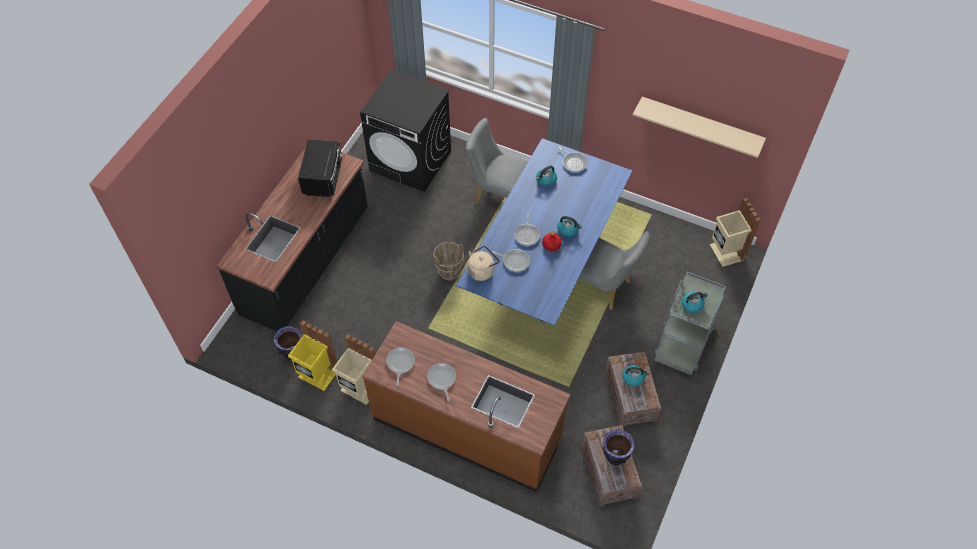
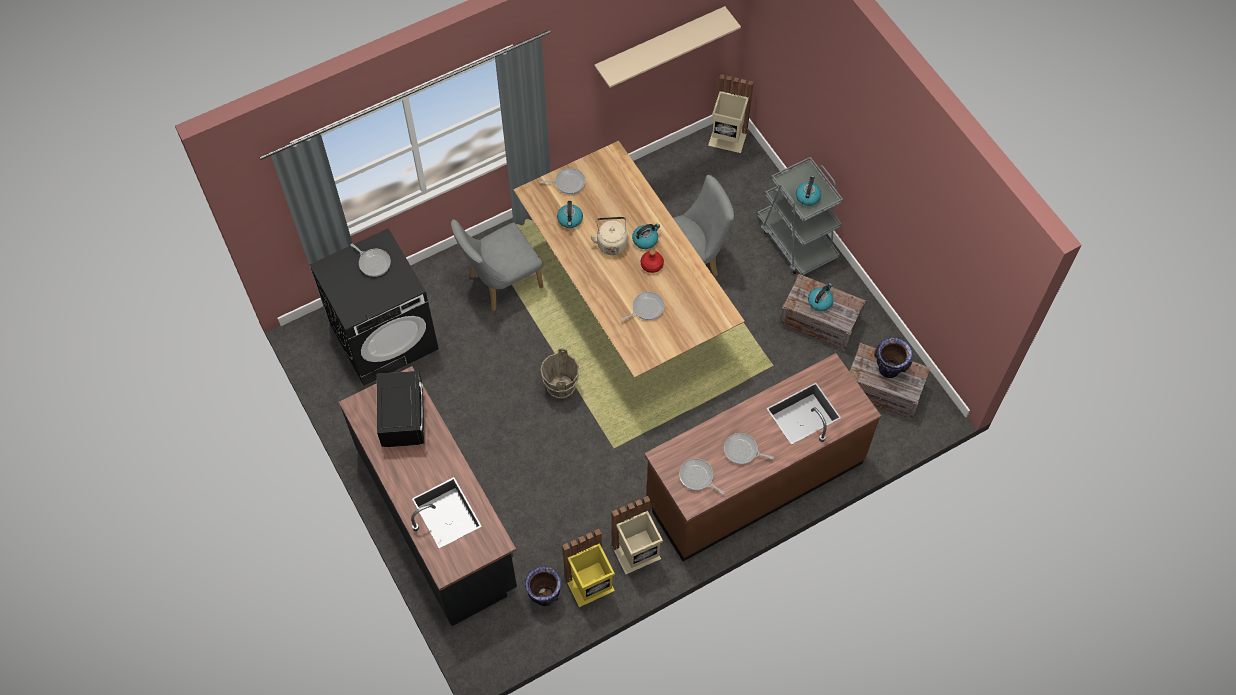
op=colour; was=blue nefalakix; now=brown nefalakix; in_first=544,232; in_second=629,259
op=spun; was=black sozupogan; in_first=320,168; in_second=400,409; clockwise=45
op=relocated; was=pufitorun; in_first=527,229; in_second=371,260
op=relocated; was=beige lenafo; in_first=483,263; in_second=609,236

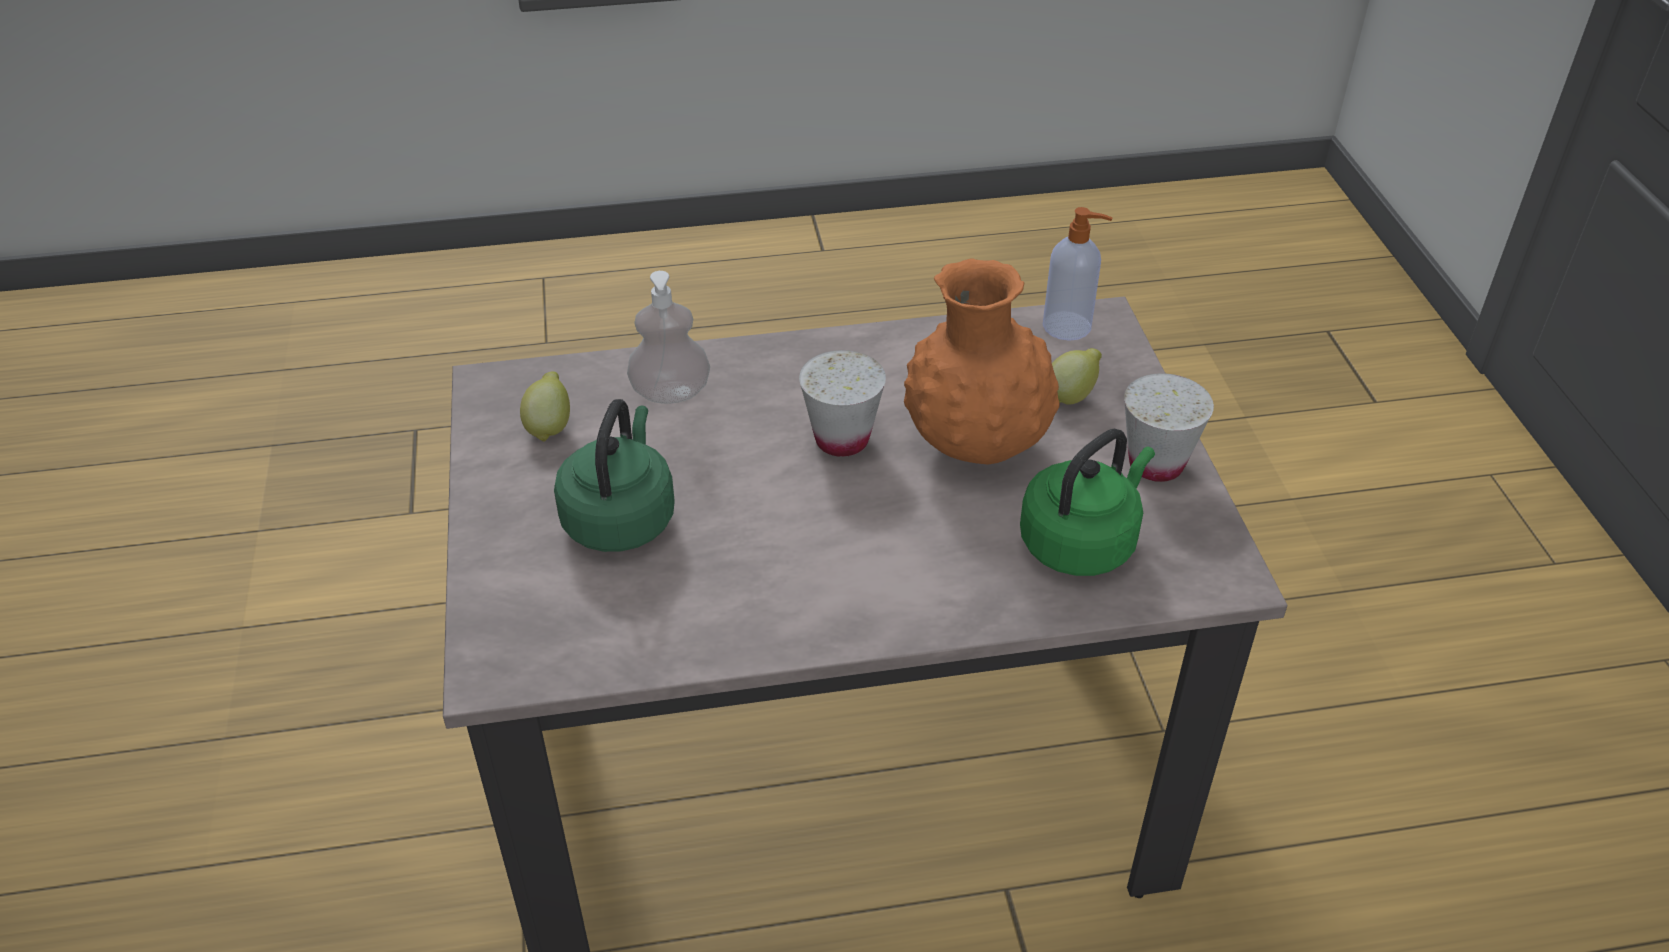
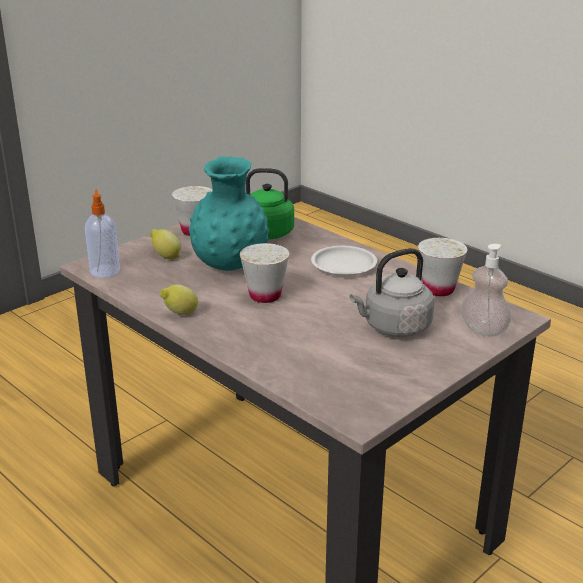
op=colour; was=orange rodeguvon; now=turquoise rodeguvon; in_first=982,361; in_second=229,213
op=relocated; was=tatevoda; in_first=668,337; in_second=486,290
op=relocated; was=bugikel; in_first=545,407; in_second=179,299
op=colour; was=green lenafo; now=grey lenafo; in_first=614,475; in_second=392,292
op=appeared; now=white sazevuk; in_second=442,267
op=appeared; now=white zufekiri; in_second=344,261

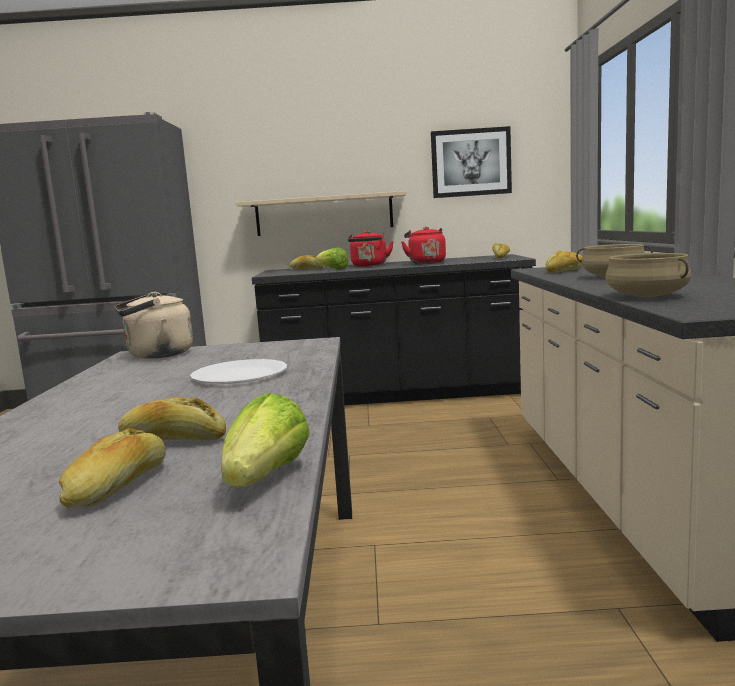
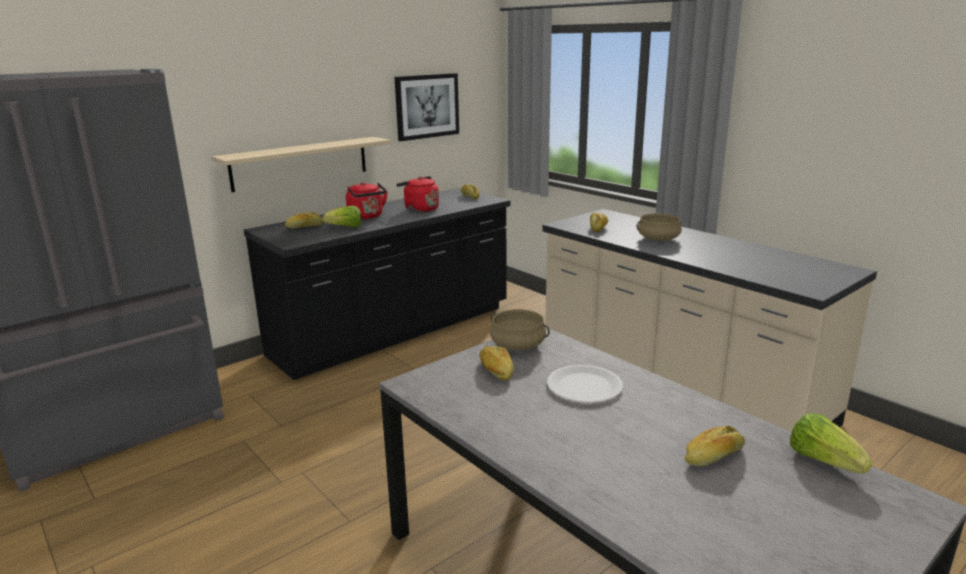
op=relocated; was=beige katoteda; in_first=648,275; in_second=520,329
op=missing; was=beige lenafo; in_first=153,325
op=relocated; was=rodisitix; in_first=112,468; in_second=496,363

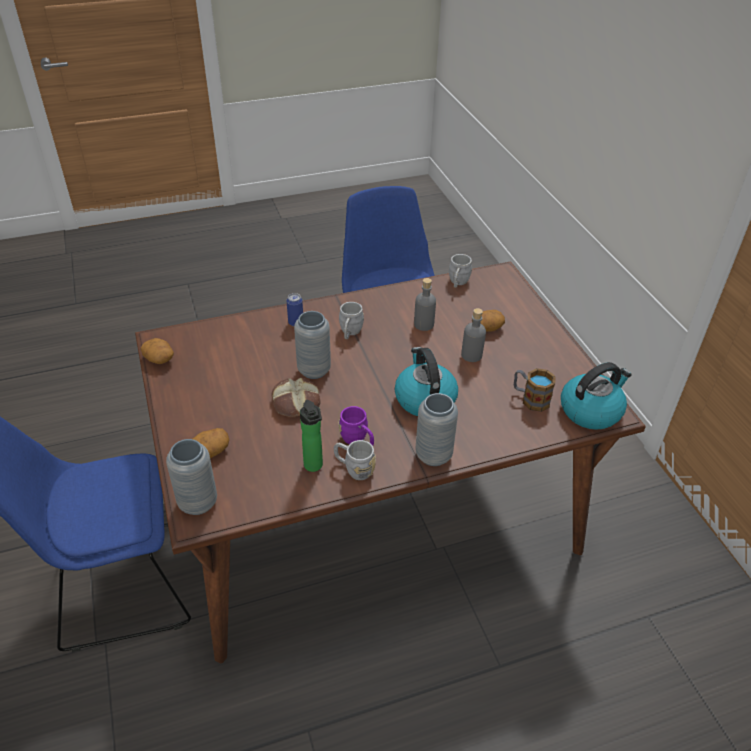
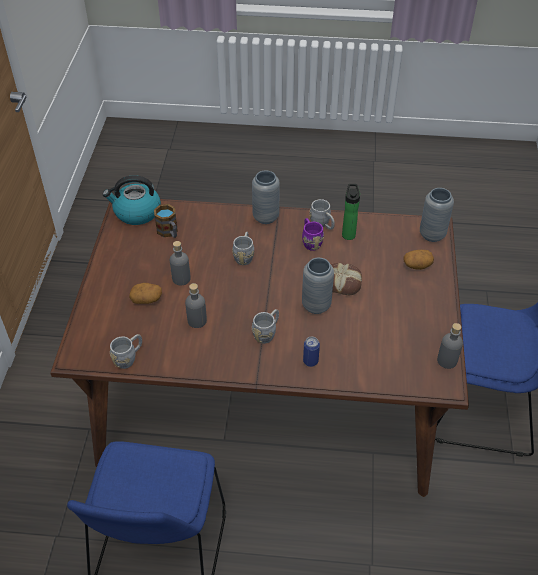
op=exchanged; was=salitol; now=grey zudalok; in_first=157,351; in_second=450,346
op=exchanged; was=lenafo; now=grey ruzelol; in_first=426,381; in_second=243,248

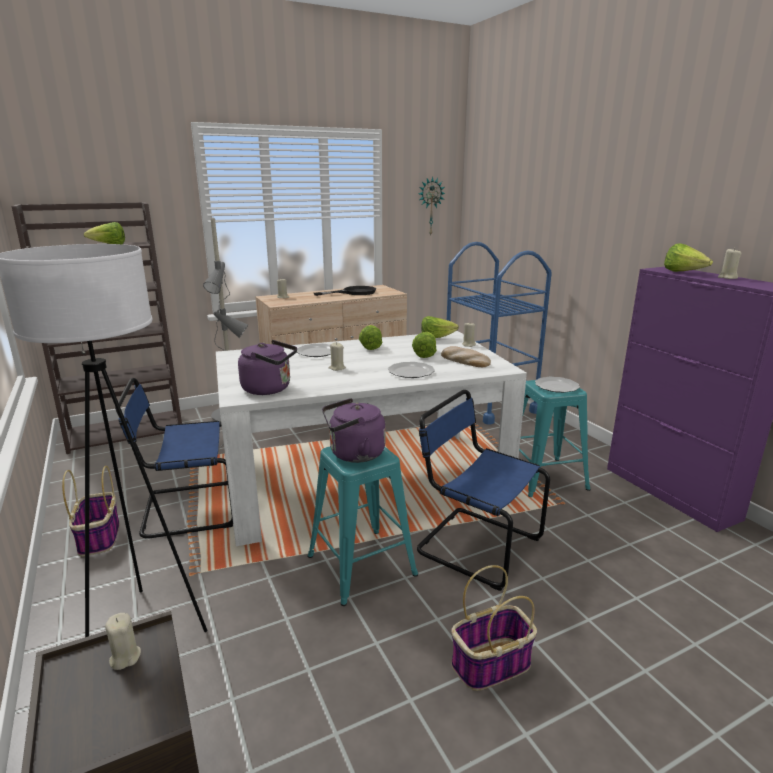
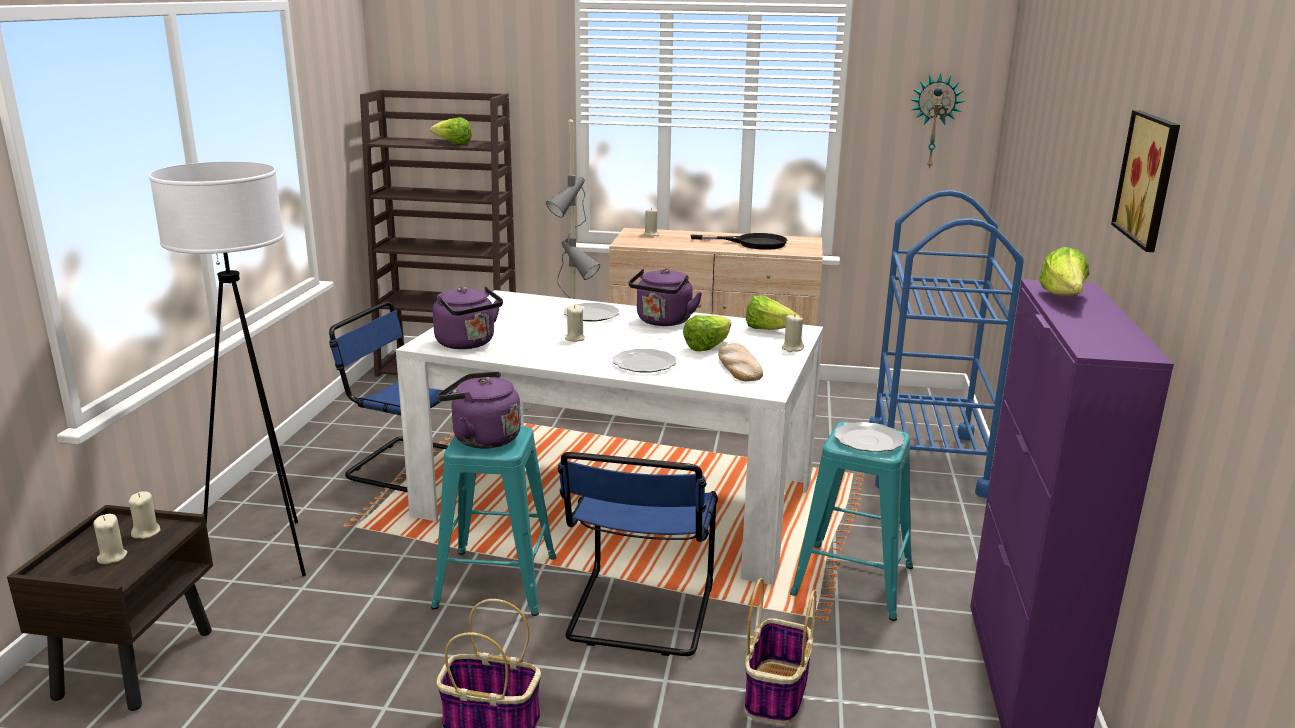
op=relocated; was=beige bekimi; in_first=730,263; in_second=110,539
op=exchanged; was=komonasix; now=purple lenafo; in_first=370,337; in_second=665,297
op=spun; was=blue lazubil; in_first=483,490; in_second=637,554; clockwise=-150
op=relocated; was=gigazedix; in_first=90,511; in_second=781,650
op=appeared; now=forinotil; in_second=1145,181

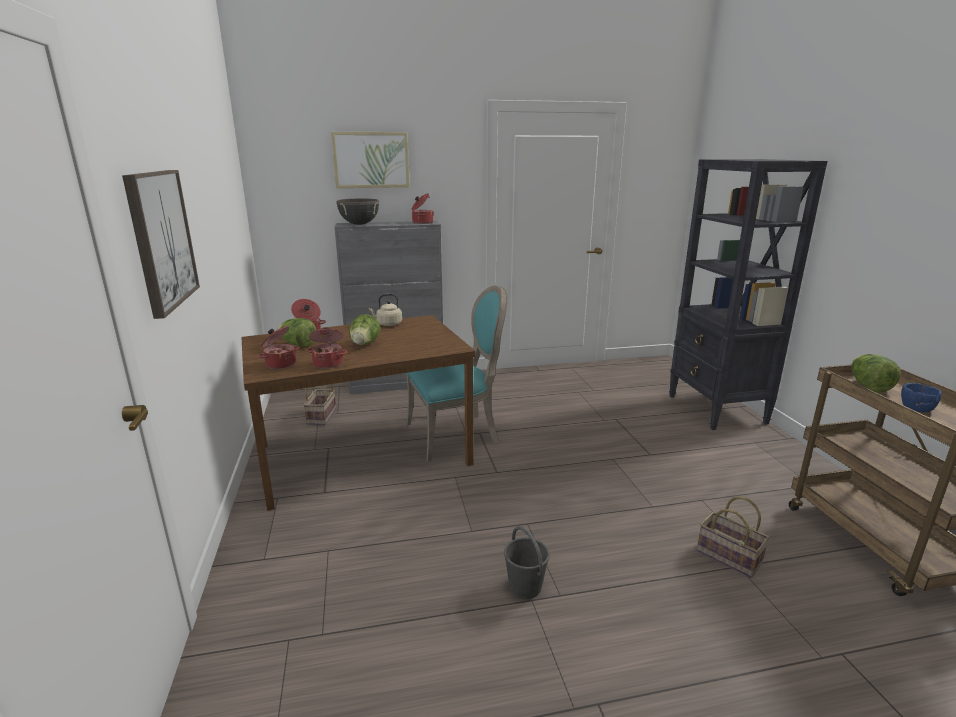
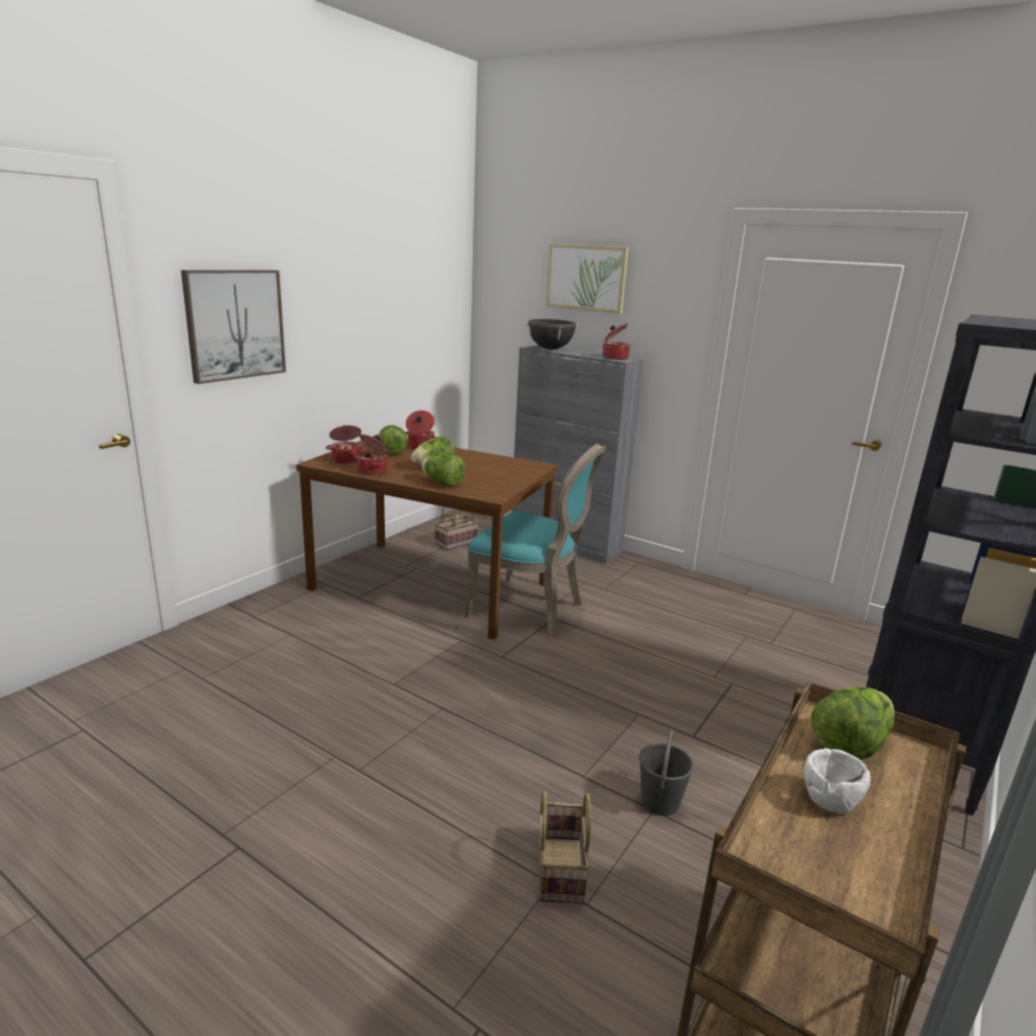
op=missing; was=beige lenafo; in_first=385,310
op=colour; was=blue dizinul; now=white dizinul; in_first=921,397; in_second=837,780
op=relocated; was=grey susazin; in_first=527,562; in_second=666,772
op=appeared; now=komonasix; in_second=443,470

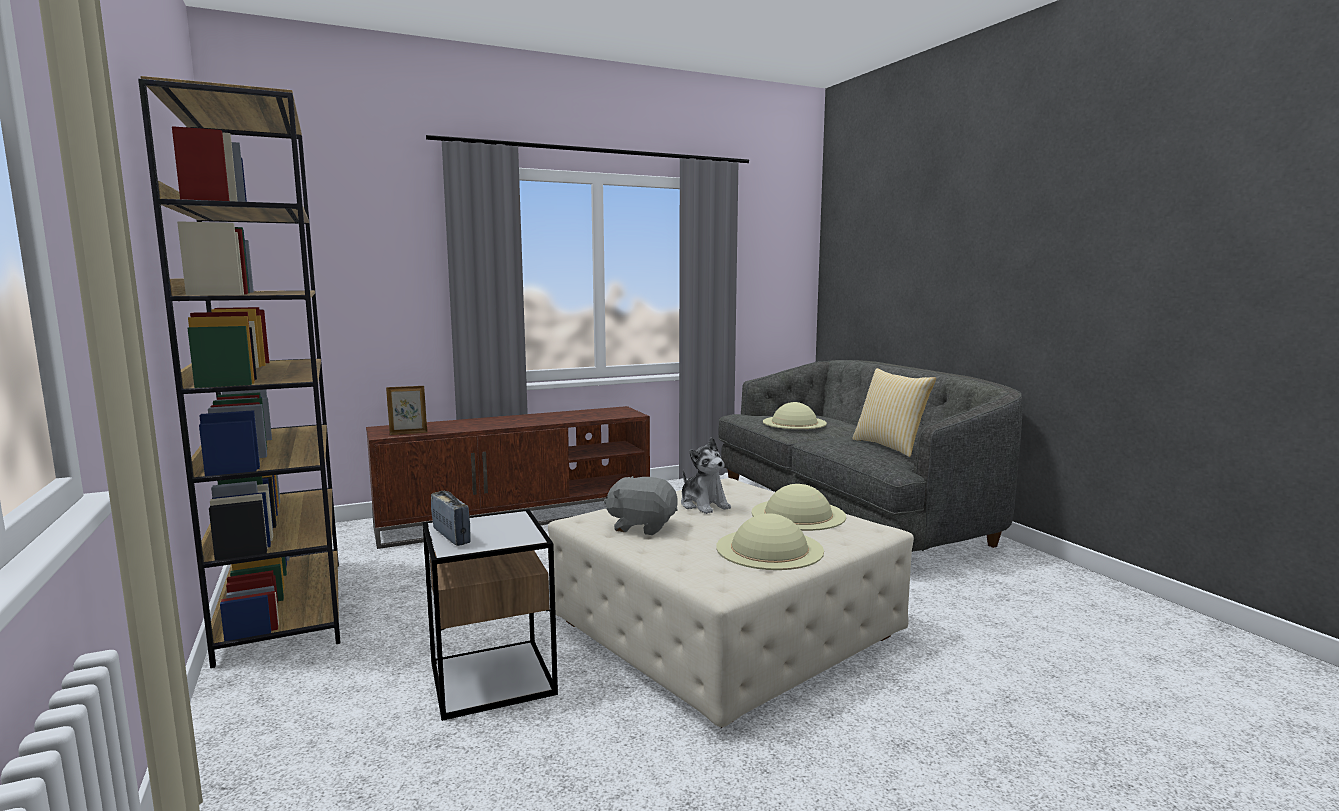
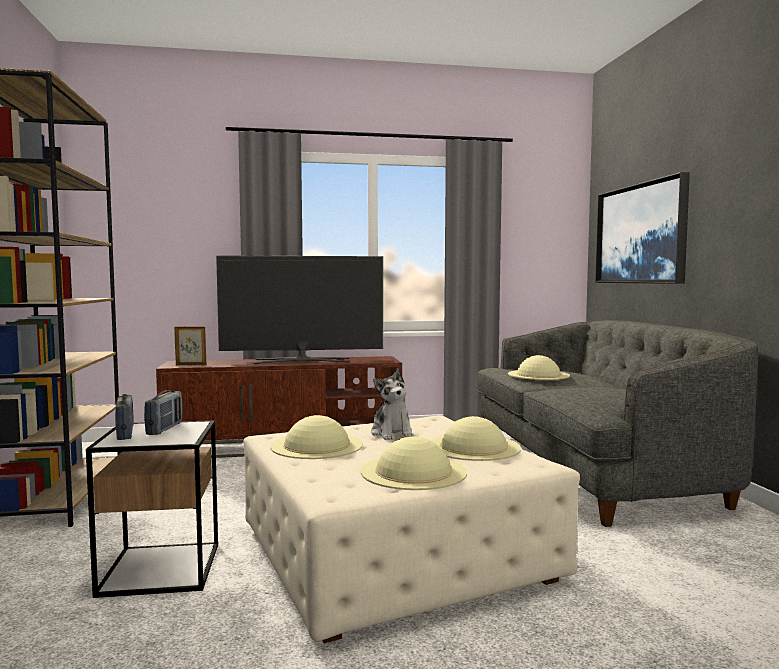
op=missing; was=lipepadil; in_first=894,412
op=exchanged; was=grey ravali; now=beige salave; in_first=641,505; in_second=316,437
op=appeared; now=forinotil; in_second=642,228
op=appeared; now=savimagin; in_second=299,309
op=appeared; now=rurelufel; in_second=163,412

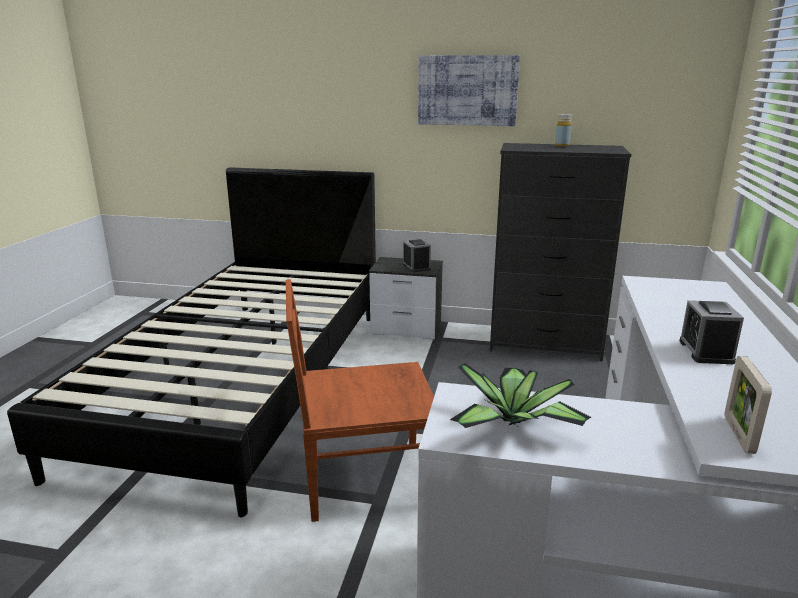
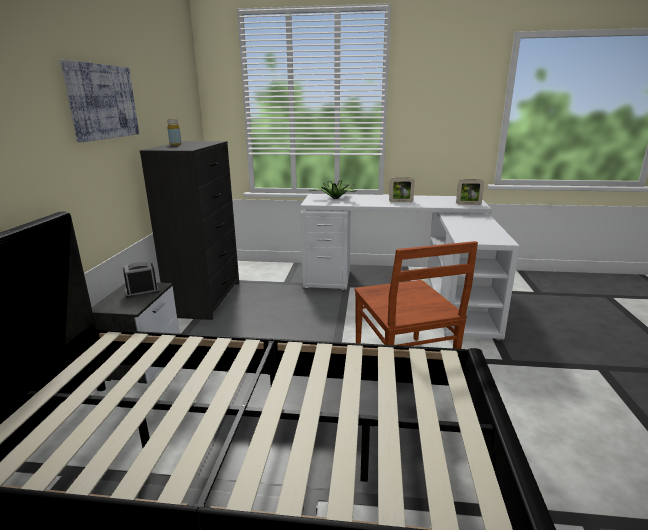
op=exchanged; was=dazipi; now=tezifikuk; in_first=711,332; in_second=402,190
op=relocated; was=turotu; in_first=521,395; in_second=332,189

